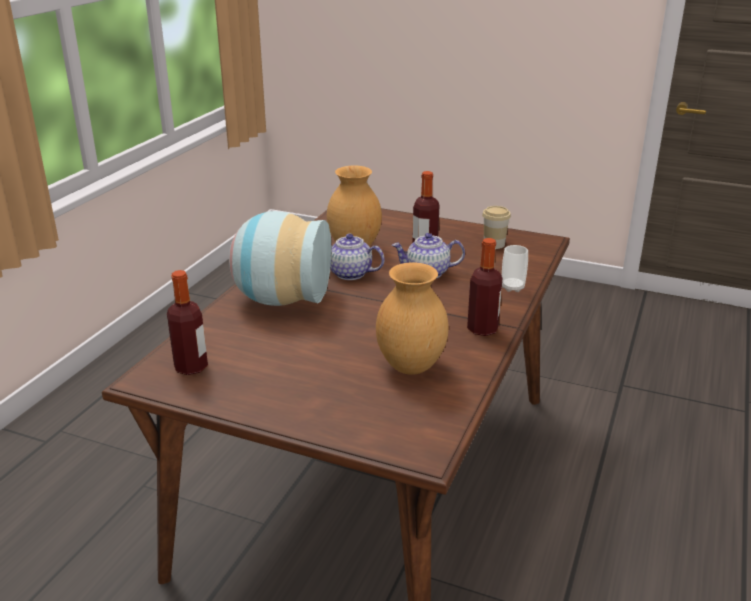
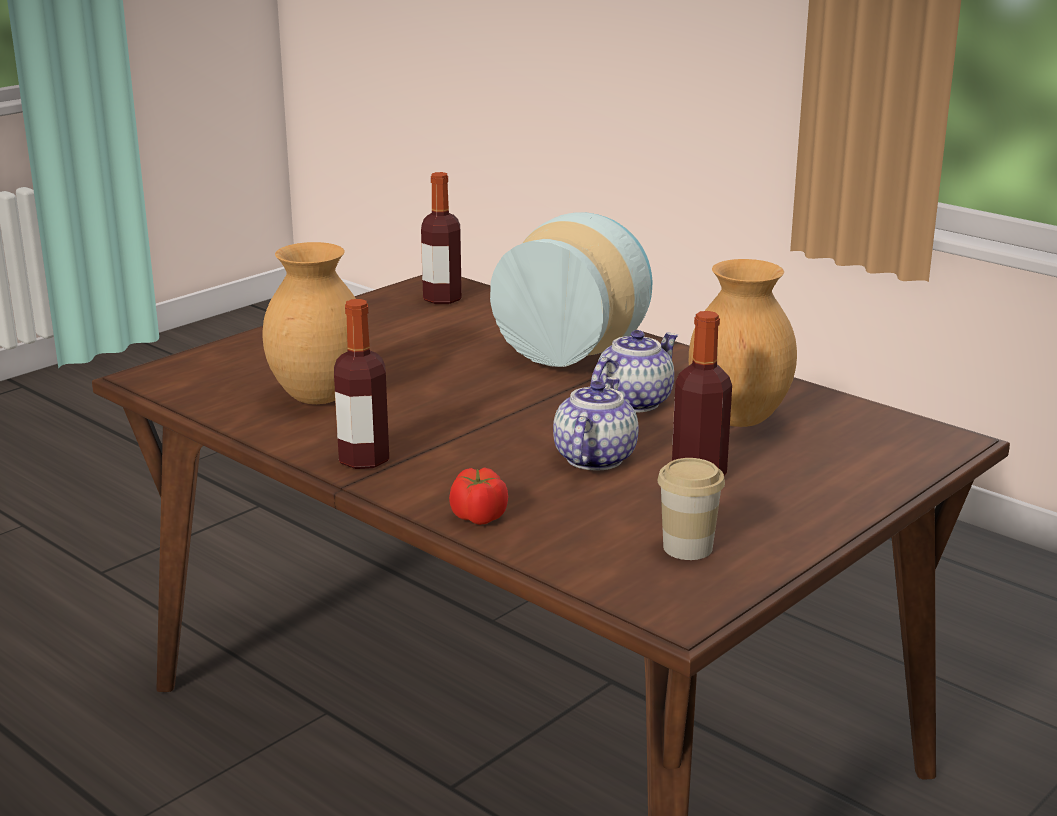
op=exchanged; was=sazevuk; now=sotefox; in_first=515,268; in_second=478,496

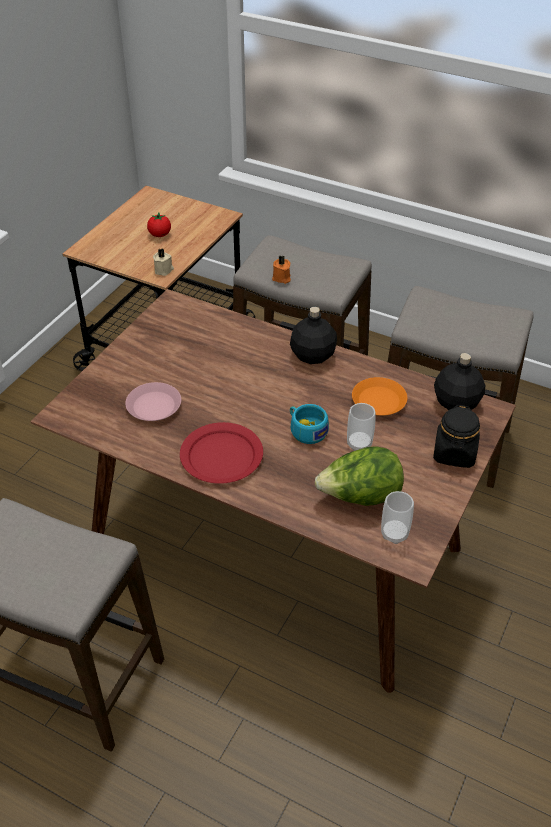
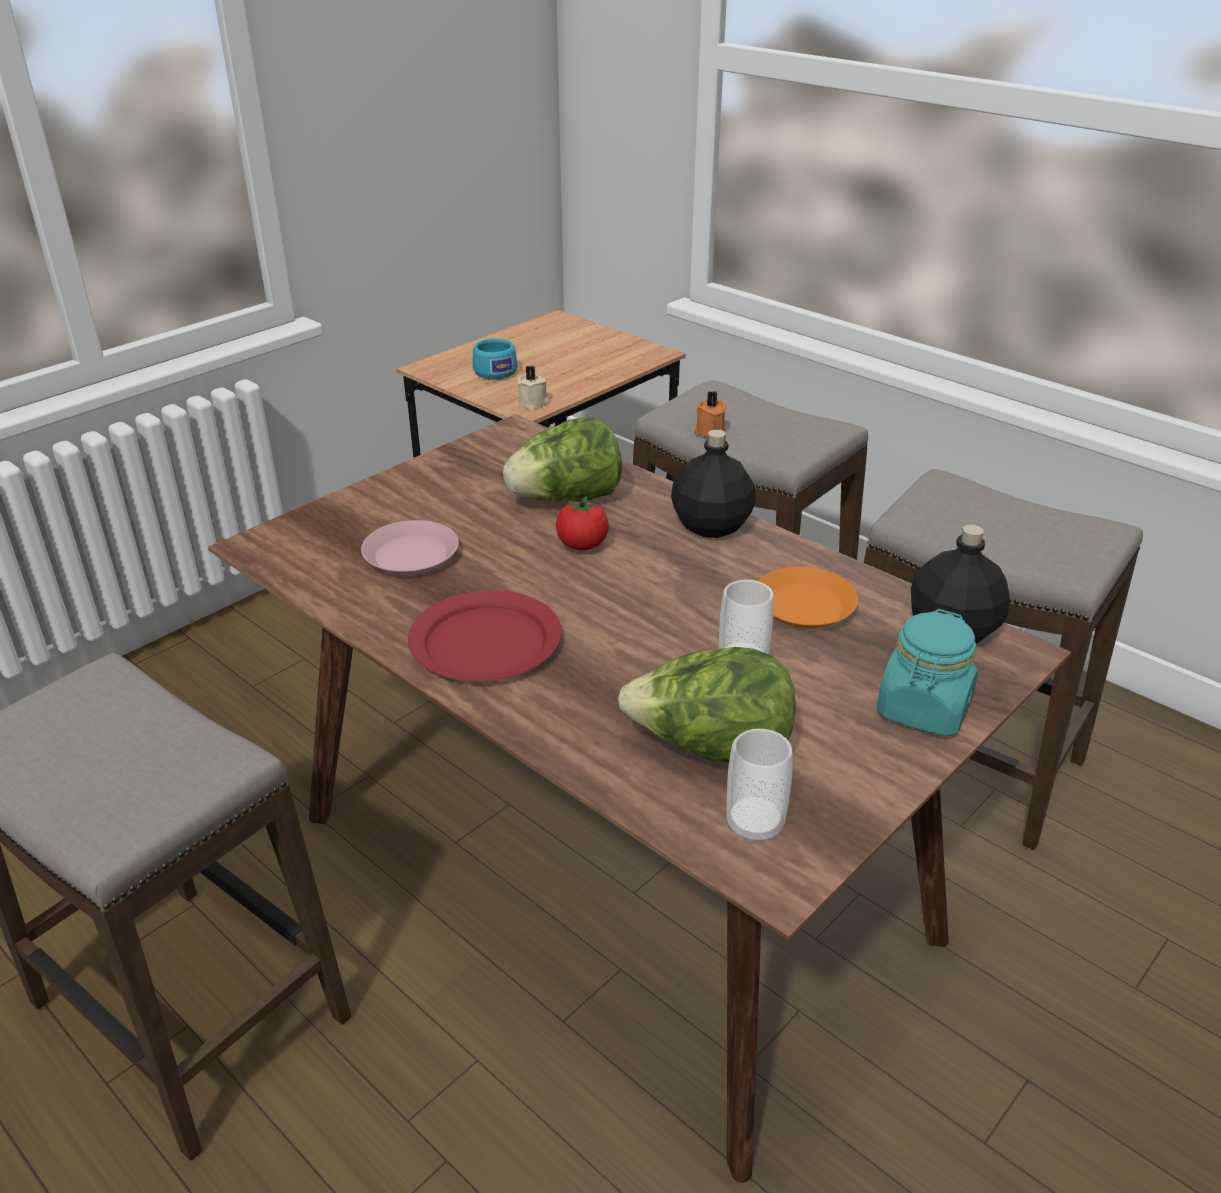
op=relocated; was=sotefox; in_first=159,224; in_second=582,523
op=relocated; was=turquoise sazevuk; in_first=309,424; in_second=495,359
op=colour; was=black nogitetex; now=turquoise nogitetex; in_first=456,436; in_second=927,672
op=appeared; now=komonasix; in_second=562,459

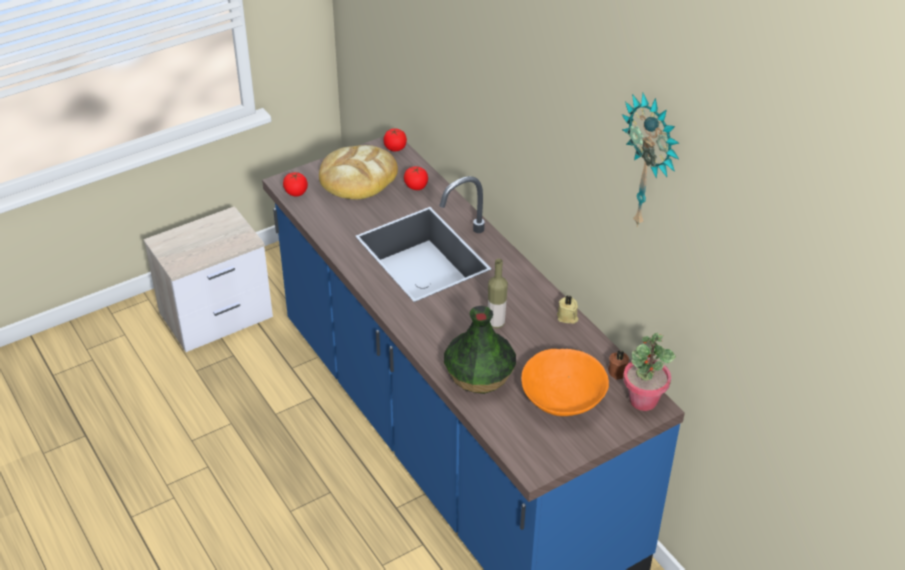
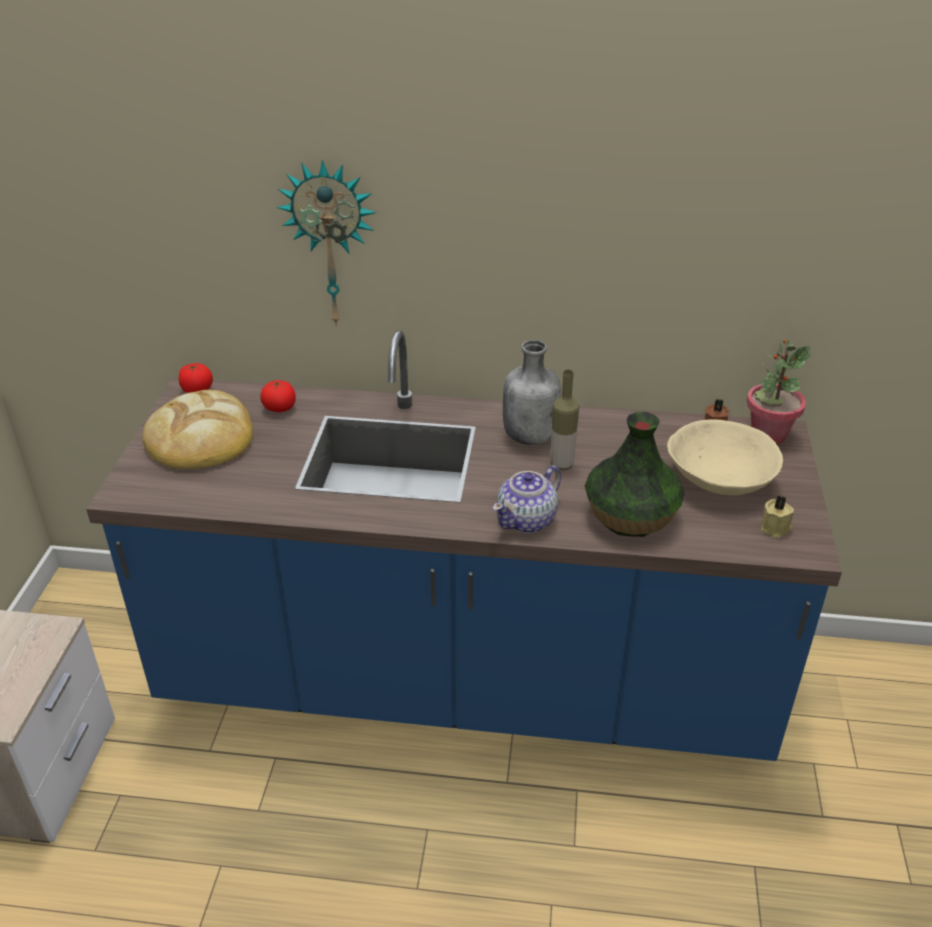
op=relocated; was=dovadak; in_first=650,160; in_second=326,243
op=missing; was=sotefox; in_first=295,184
op=relocated; was=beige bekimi; in_first=567,309; in_second=777,517
op=colour; was=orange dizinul; now=beige dizinul; in_first=565,382; in_second=725,457
op=appeared; now=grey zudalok; in_second=532,392
op=appeared; now=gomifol; in_second=527,499

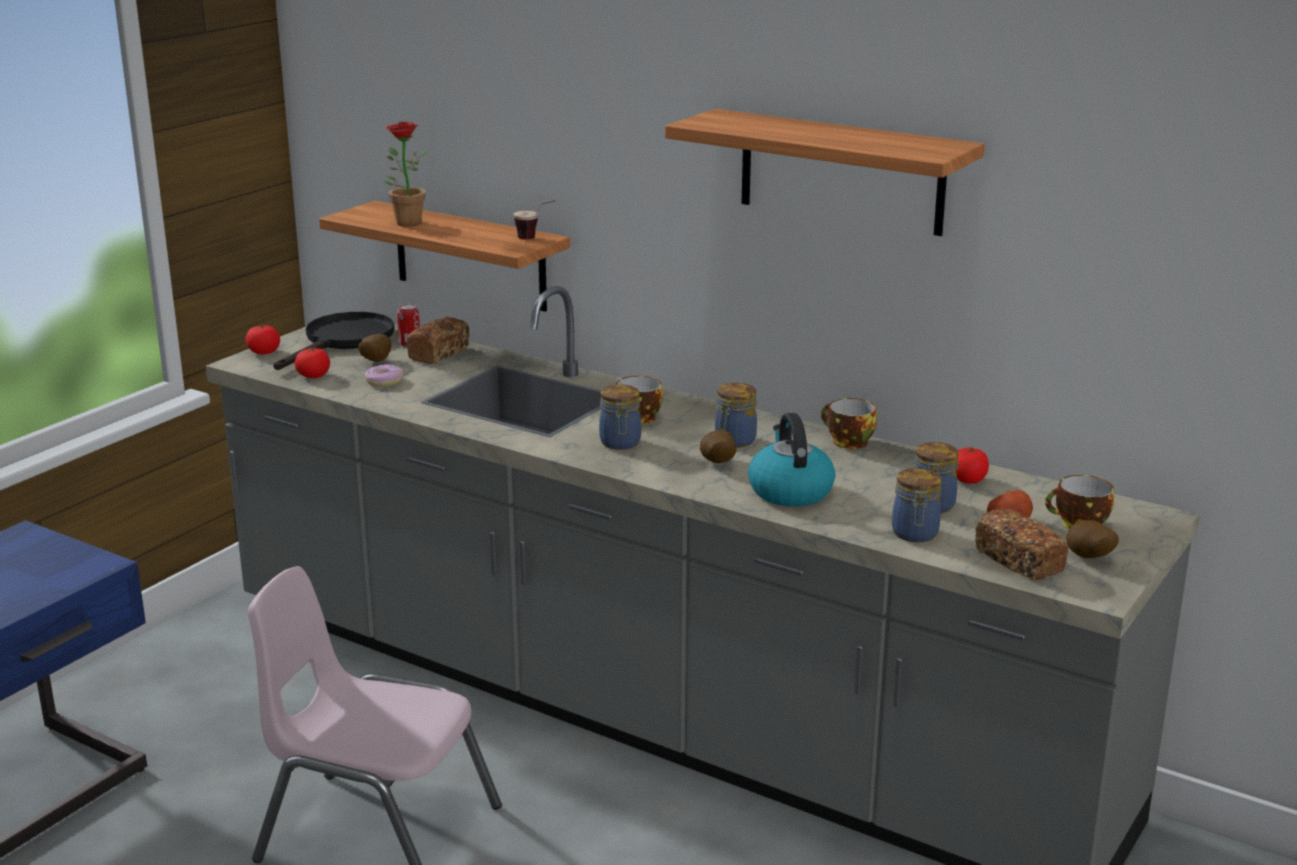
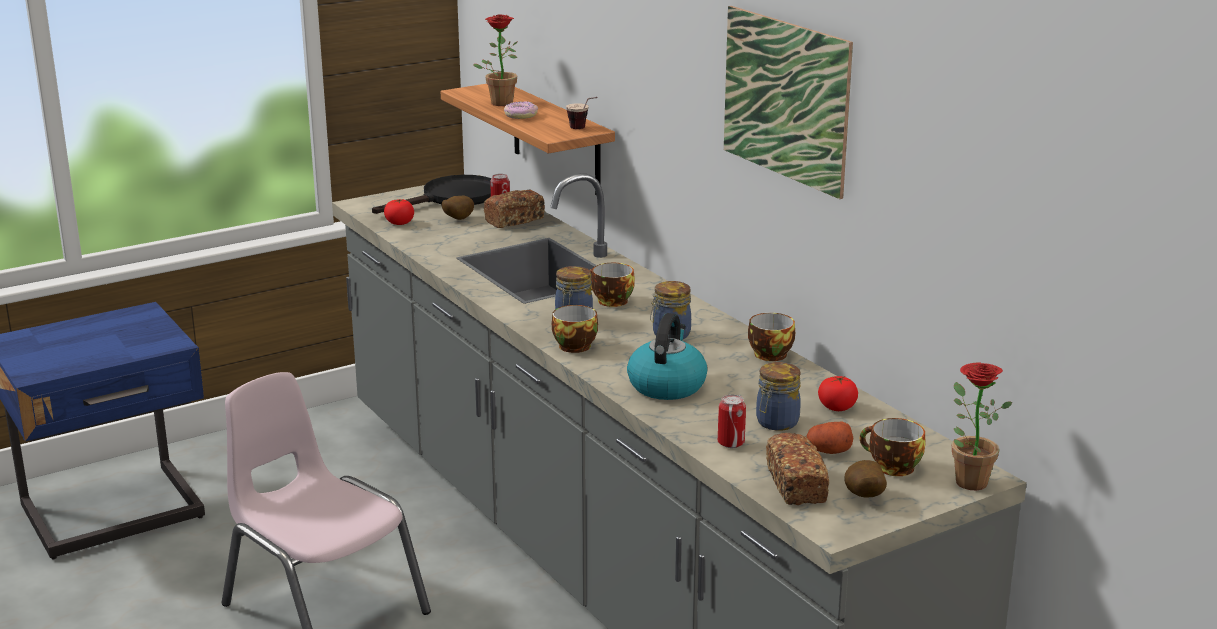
op=exchanged; was=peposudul; now=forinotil; in_first=825,172; in_second=788,102
op=missing; was=sotefox; in_first=262,339
op=relocated; was=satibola; in_first=384,375; in_second=521,110
op=missing; was=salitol; in_first=718,446
op=exchanged; was=nogitetex; now=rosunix; in_first=917,505; in_second=732,421
op=appeared; now=sazevuk; in_second=575,329
op=appeared; now=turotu; in_second=982,426

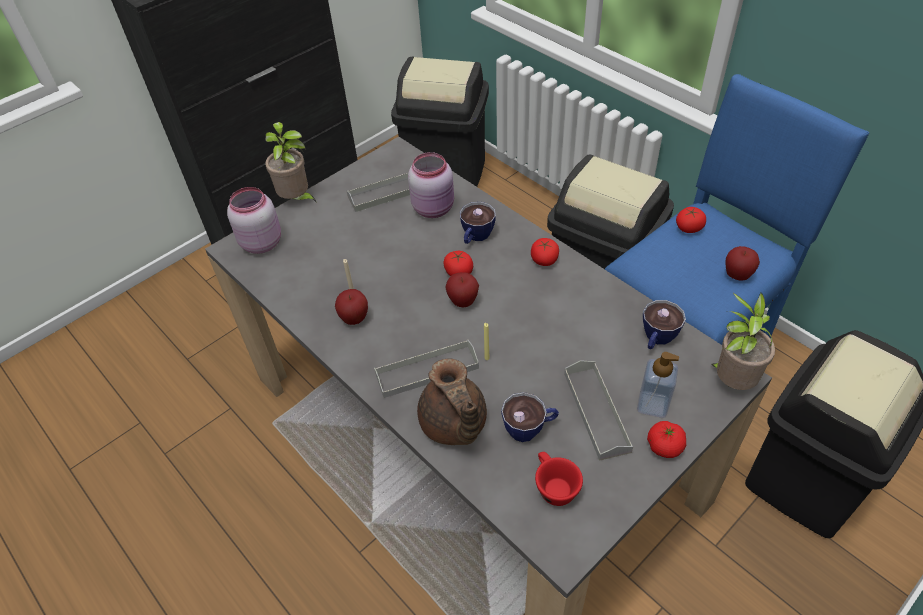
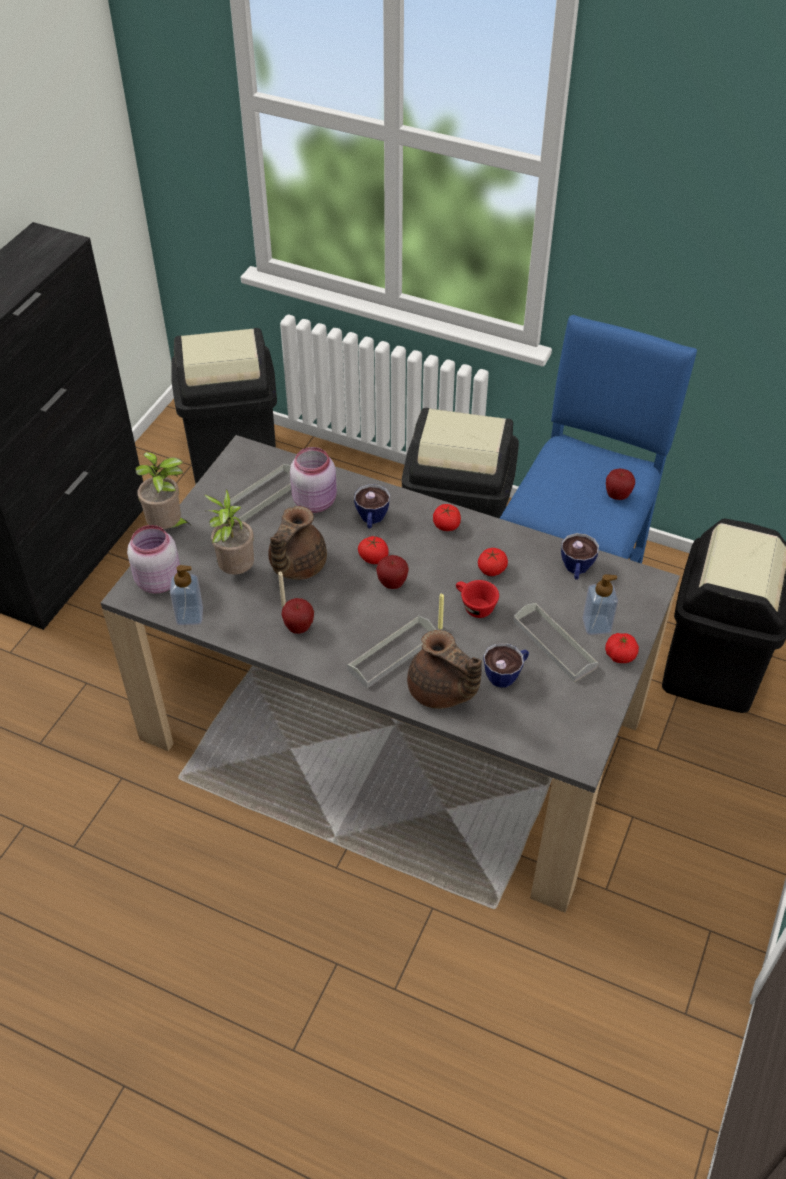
op=relocated; was=sotefox; in_first=691,220; in_second=493,562
op=relocated; was=turotu; in_first=743,341; in_second=229,531
op=relocated; was=red sazevuk; in_first=559,479; in_second=477,599
op=appeared; now=brown gomifol; in_second=297,543
op=appeared; now=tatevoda; in_second=186,595

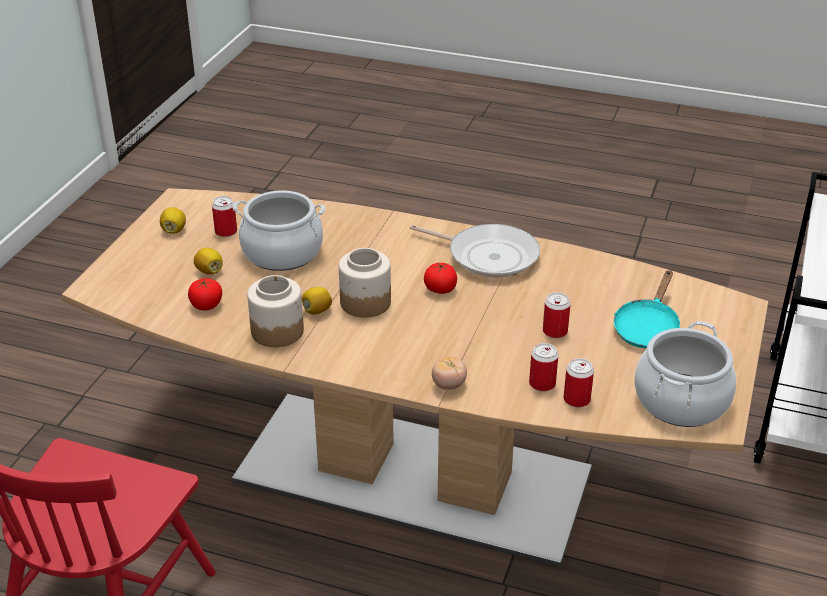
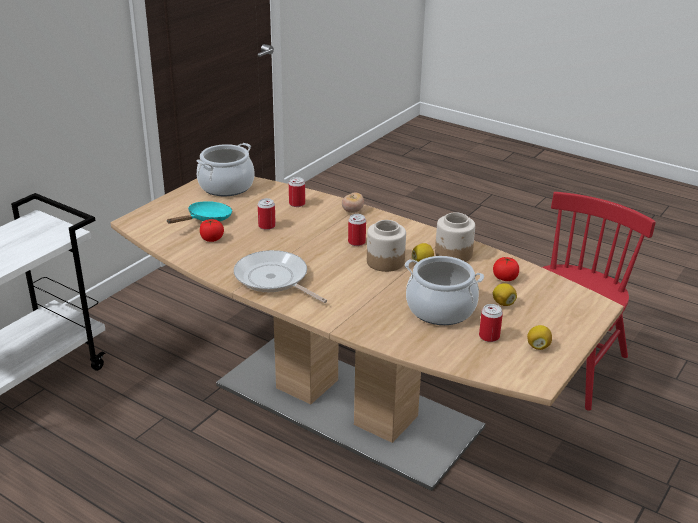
op=relocated; was=sotefox; in_first=440,278; in_second=212,230
op=relocated; was=rosunix; in_first=579,382; in_second=357,230

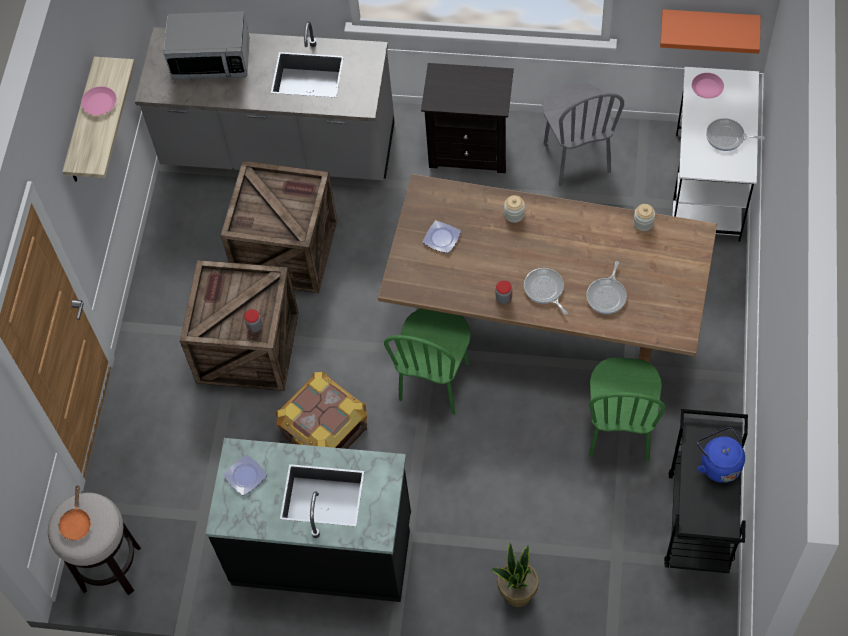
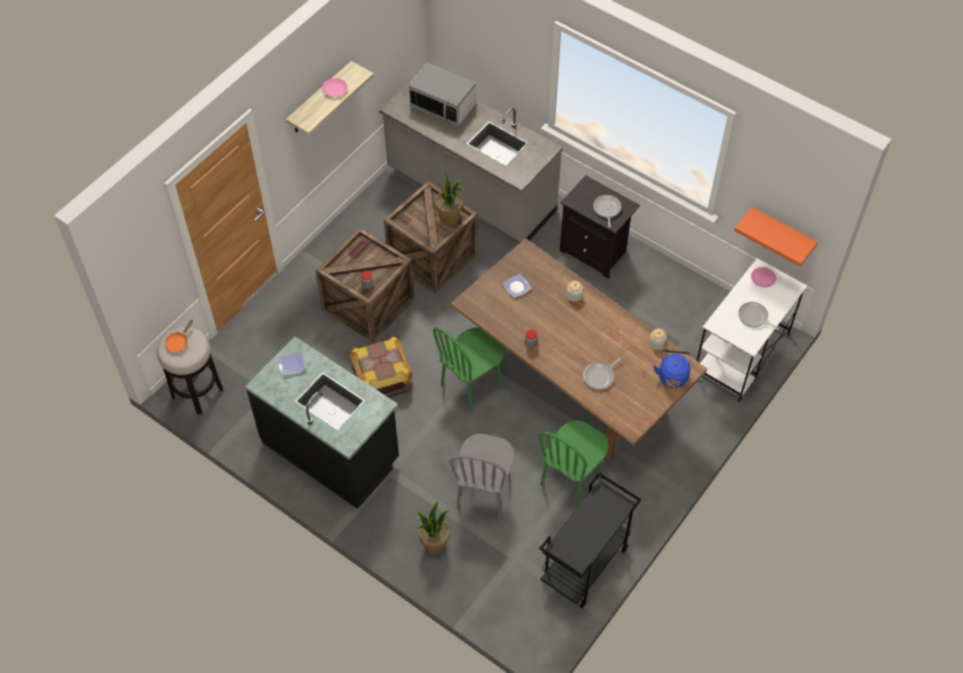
op=relocated; was=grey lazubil; in_first=583,134; in_second=482,476
op=relocated; was=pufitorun; in_first=545,291; in_second=607,211
op=relocated; was=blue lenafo; in_first=721,455; in_second=672,369
op=appeared; now=turotu; in_second=449,199

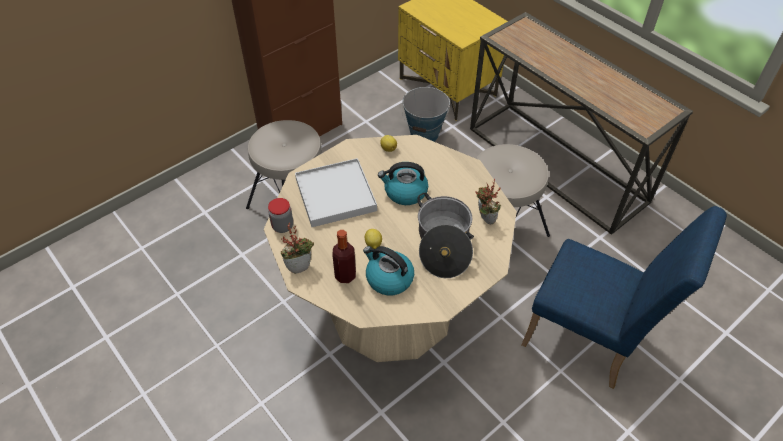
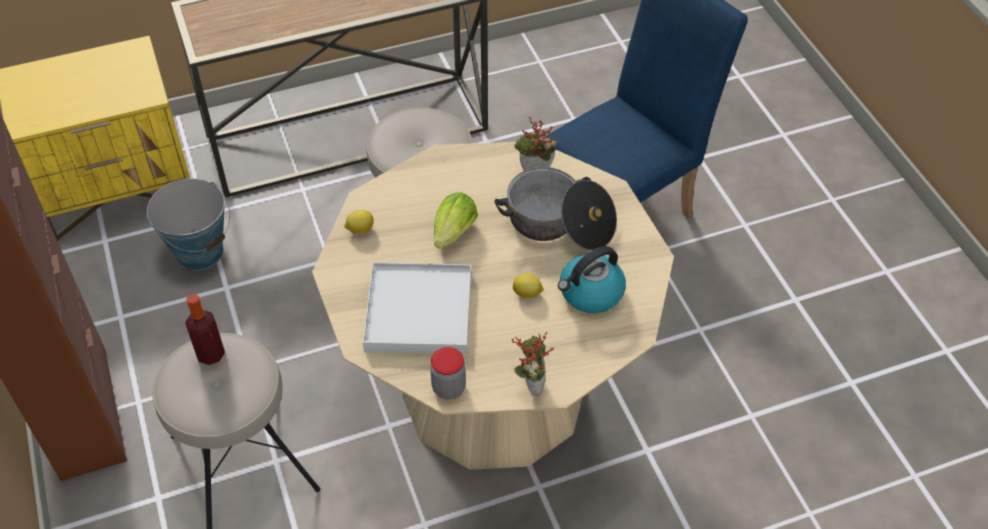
op=exchanged; was=lenafo; now=komonasix; in_first=403,183; in_second=456,220
op=relocated; was=zudalok; in_first=344,256; in_second=205,329

